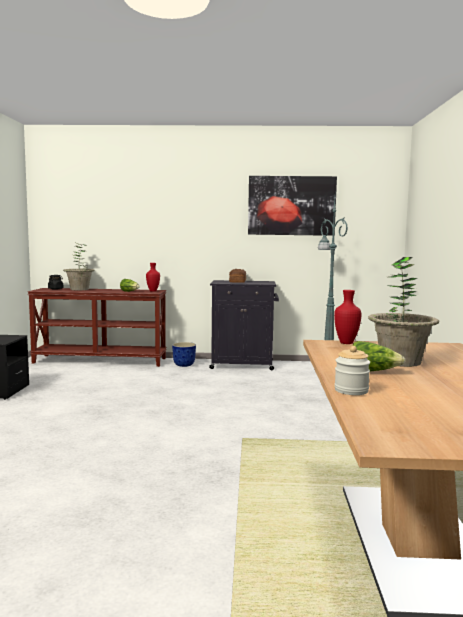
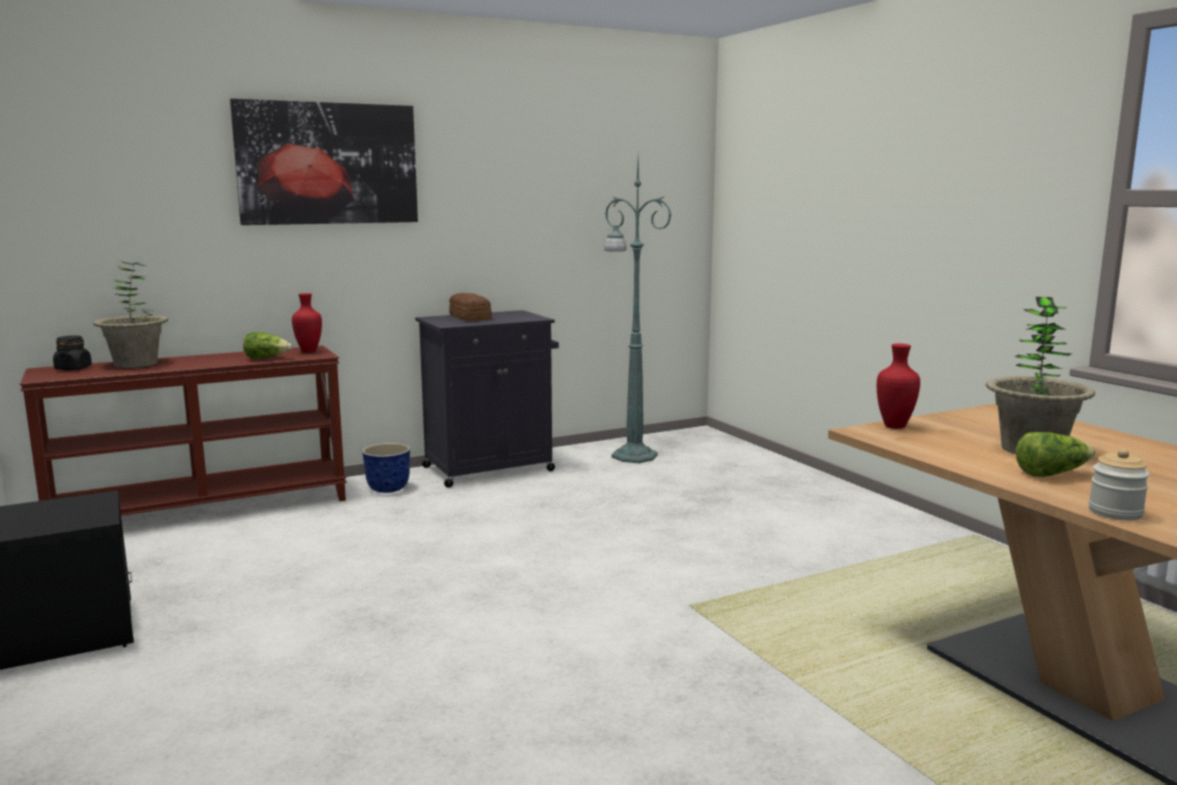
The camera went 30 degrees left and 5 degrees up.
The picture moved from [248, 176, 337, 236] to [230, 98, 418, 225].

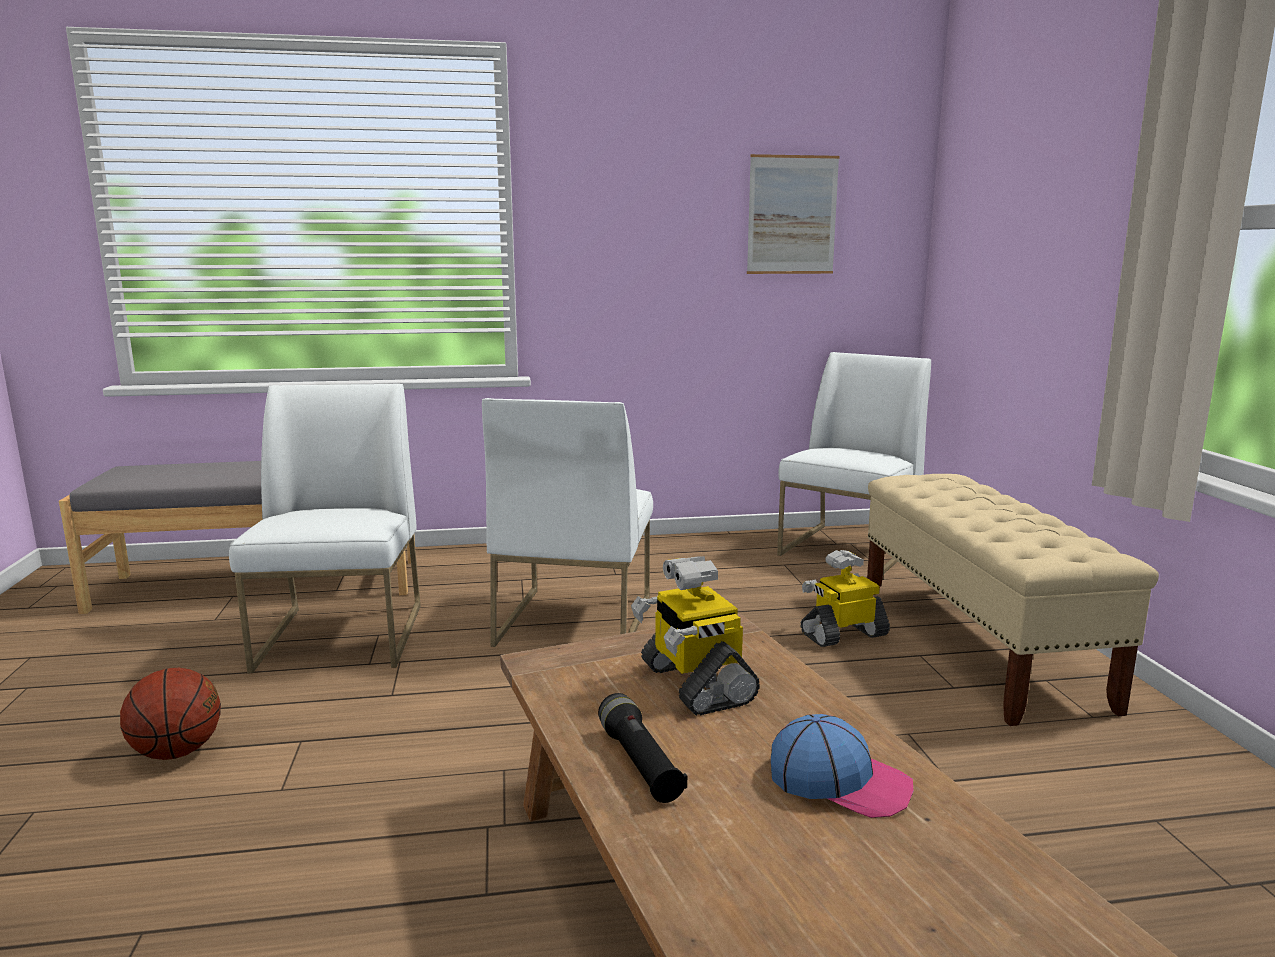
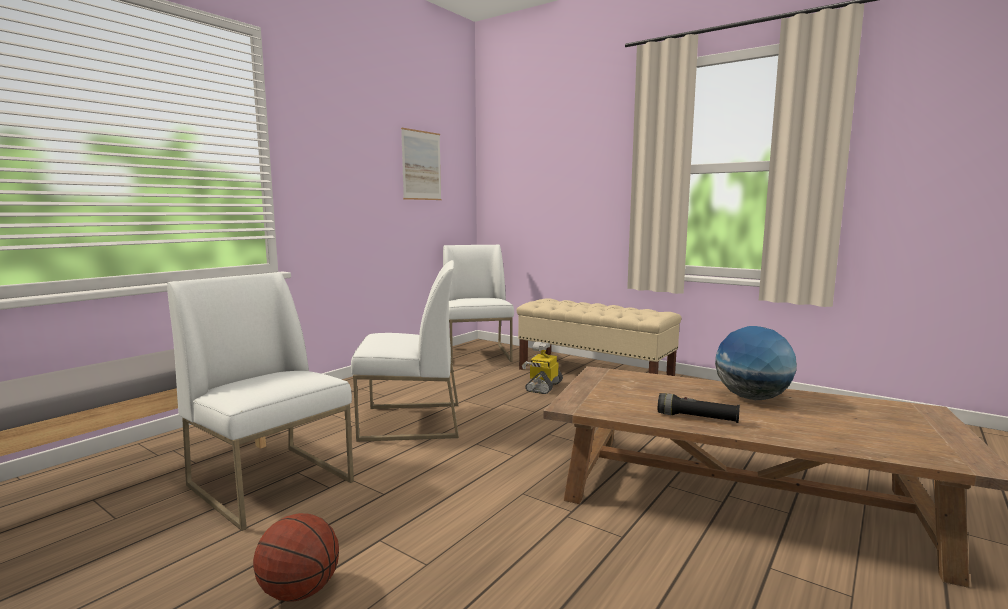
The camera went 45 degrees left and 5 degrees down.
The chair (white) at [482, 398, 653, 647] turned 60 degrees counterclockwise.
The cap at [771, 714, 914, 818] was replaced by the globe at [715, 326, 797, 400].
The toy robot at [631, 556, 760, 716] disappeared.

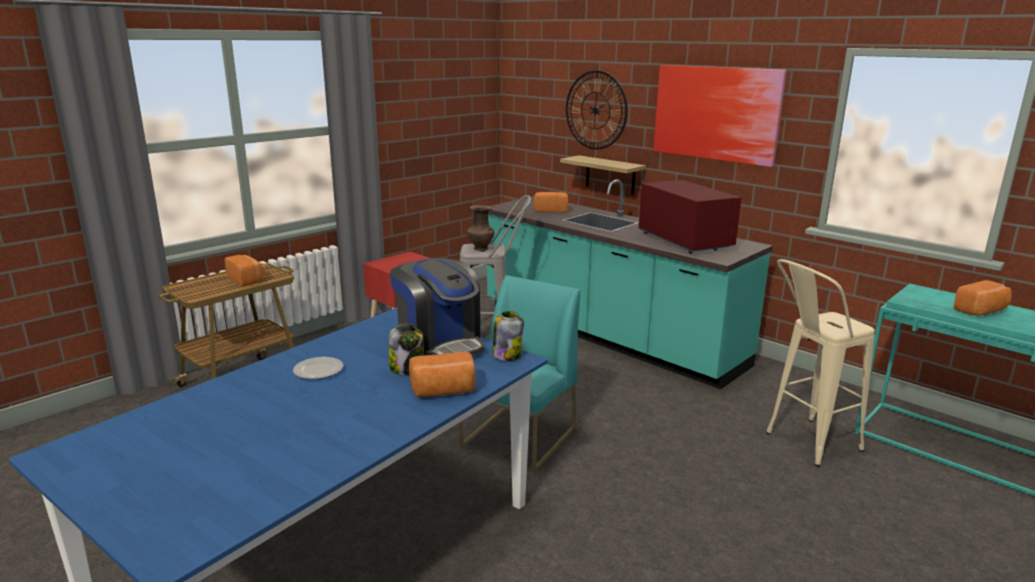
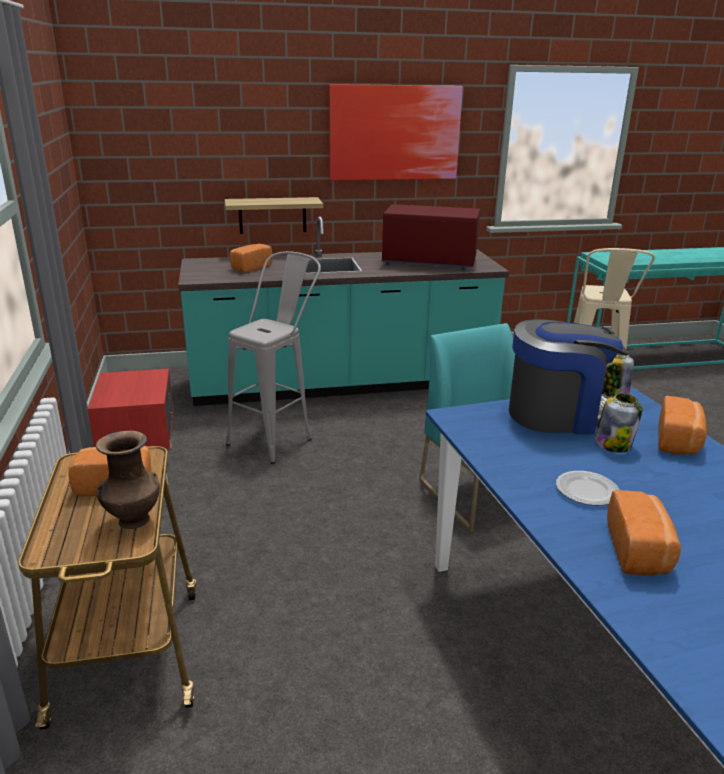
The camera went 55 degrees left and 5 degrees up.
The vase (brown) moved from [467, 205, 494, 251] to [96, 431, 160, 529].
The bread moved from [954, 280, 1012, 316] to [607, 490, 681, 576].
The wall clock at [566, 71, 628, 150] disappeared.

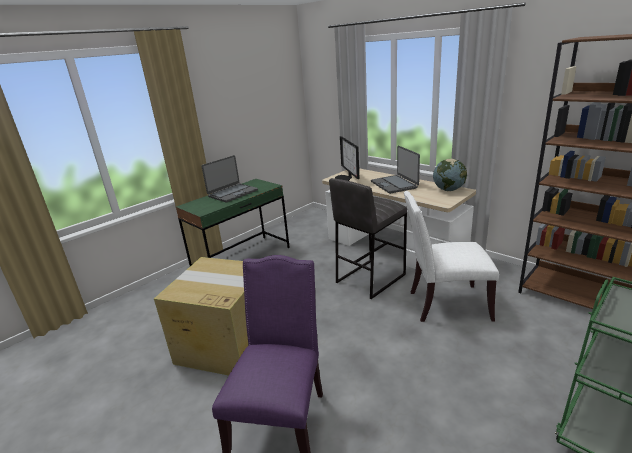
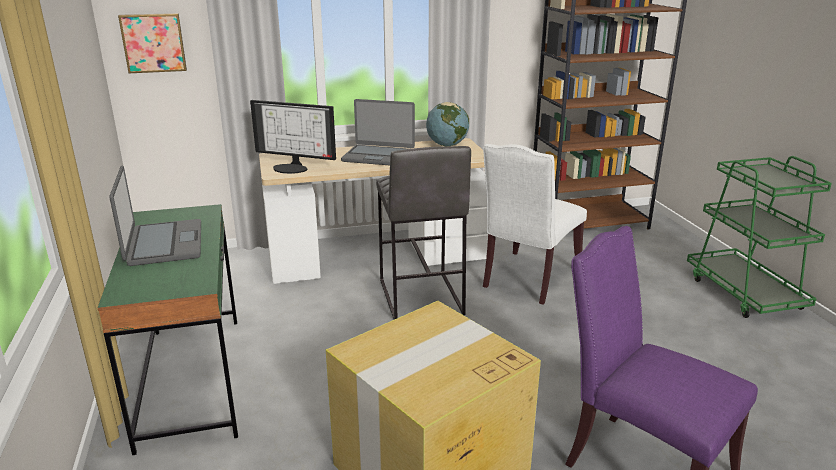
The camera went 60 degrees left and 0 degrees up.
The picture at [118, 13, 187, 73] appeared.

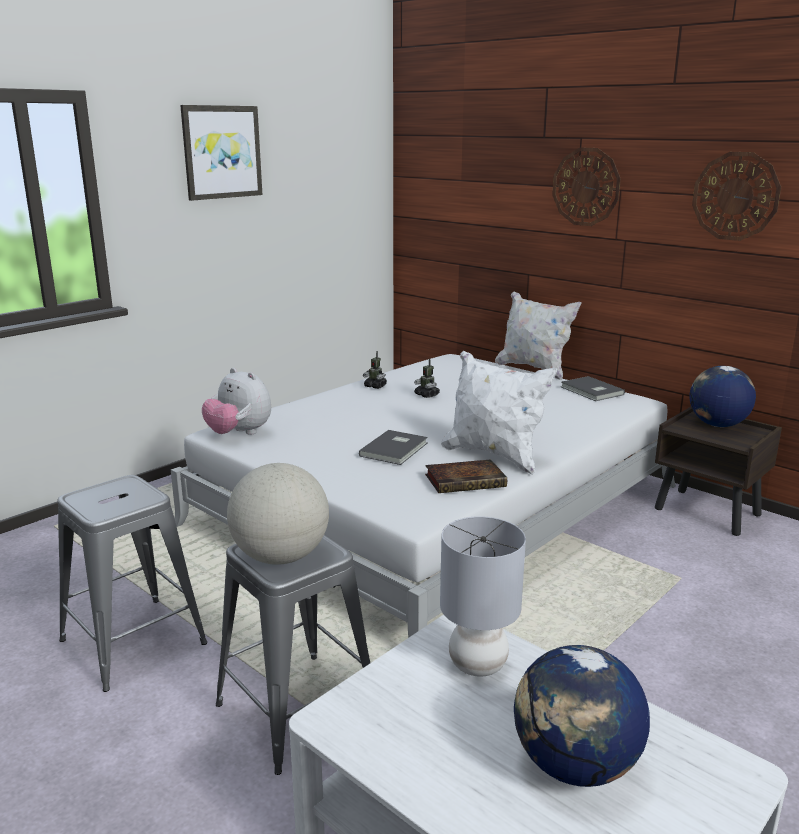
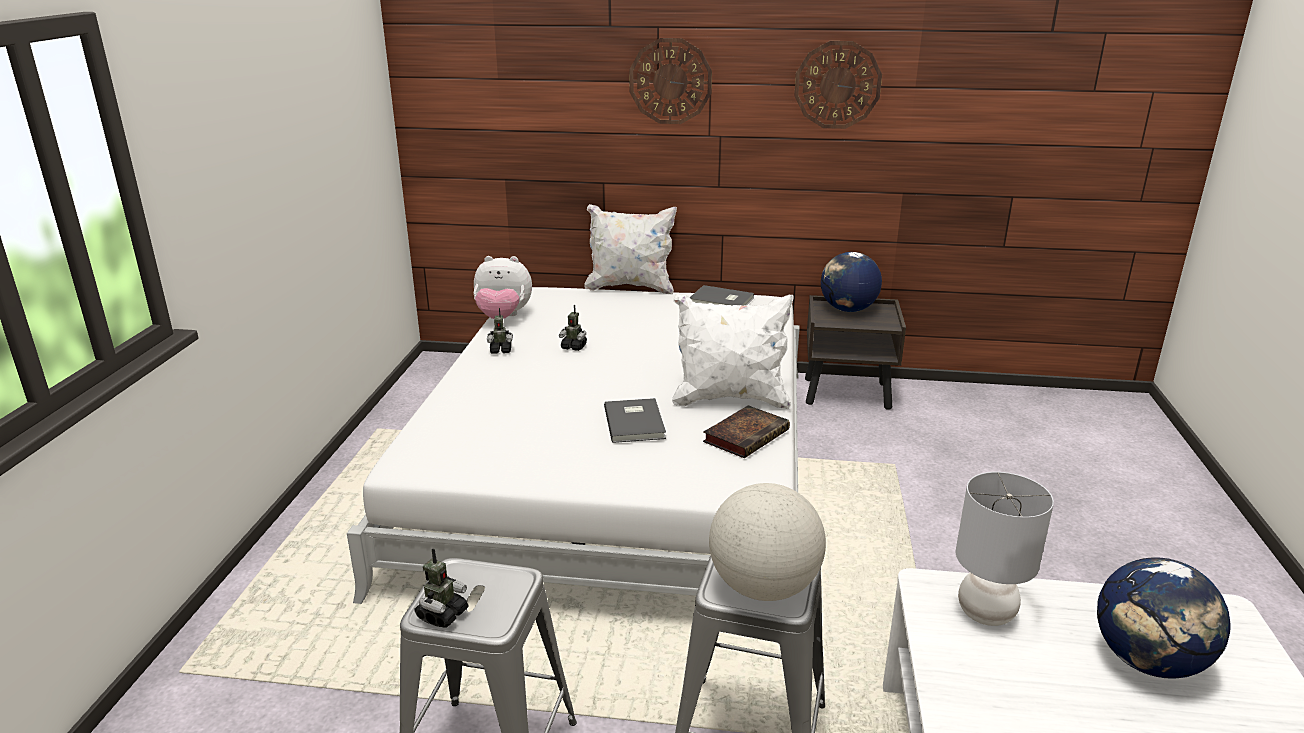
The camera went 35 degrees left and 5 degrees up.
The toy robot at [414, 548, 468, 628] appeared.
The plush toy moved from [202, 368, 271, 435] to [473, 256, 532, 319].
The picture at [180, 105, 262, 201] disappeared.

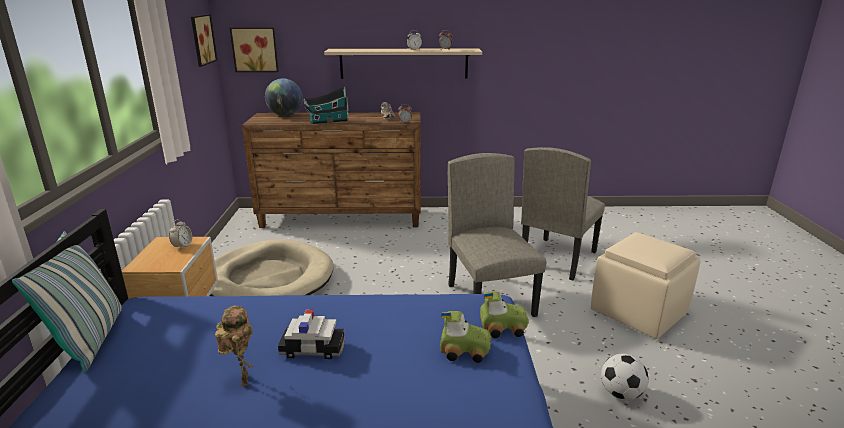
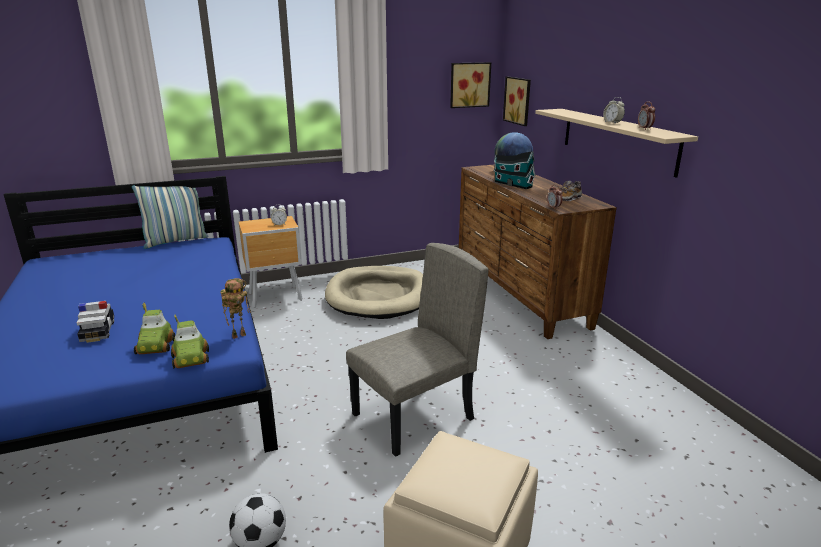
The camera went 70 degrees right and 0 degrees up.
The toy car moved from [278, 309, 345, 359] to [77, 301, 114, 343].
The toy robot moved from [215, 305, 254, 386] to [220, 278, 251, 339].
The chair (beige) at [521, 147, 605, 281] disappeared.

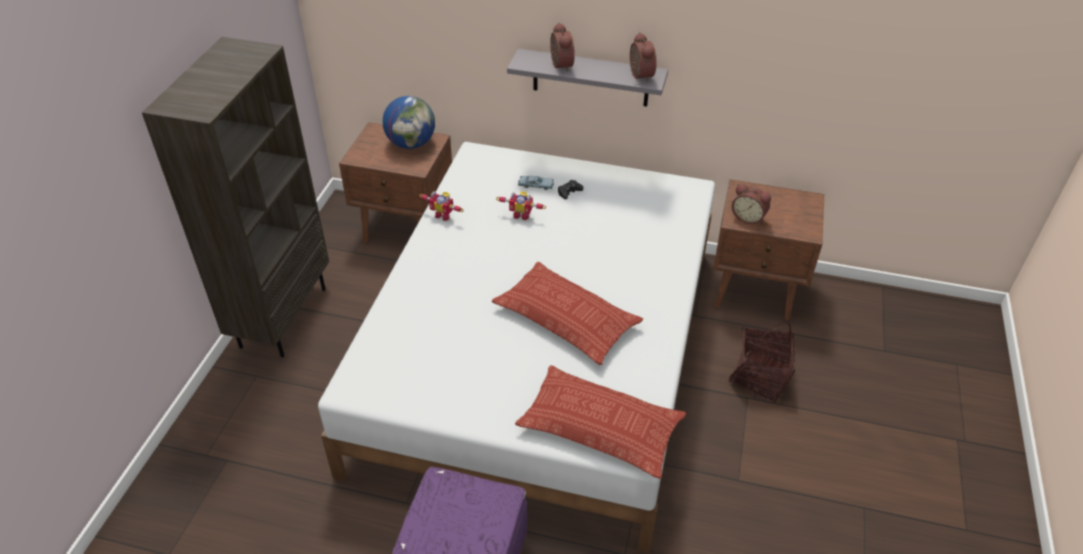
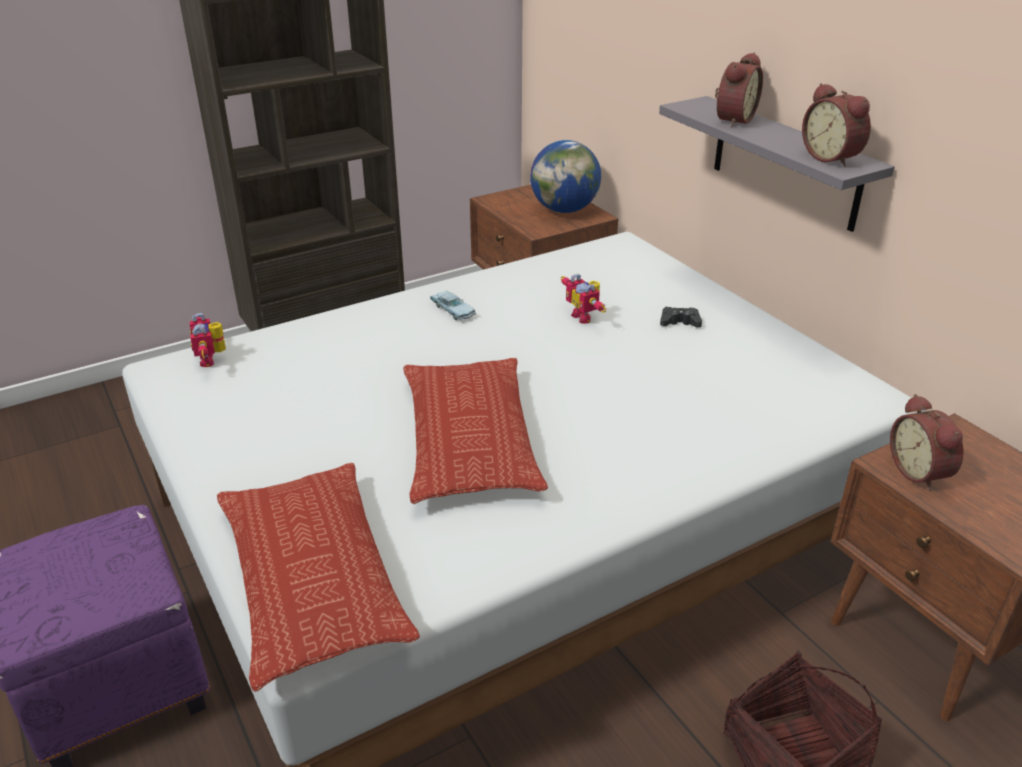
The camera went 45 degrees right and 10 degrees down.
The toy robot moved from [419, 191, 464, 221] to [189, 313, 226, 367].
The toy car (blue) moved from [518, 176, 554, 190] to [430, 291, 476, 320].
The alarm clock at [630, 32, 657, 83] turned 120 degrees clockwise.

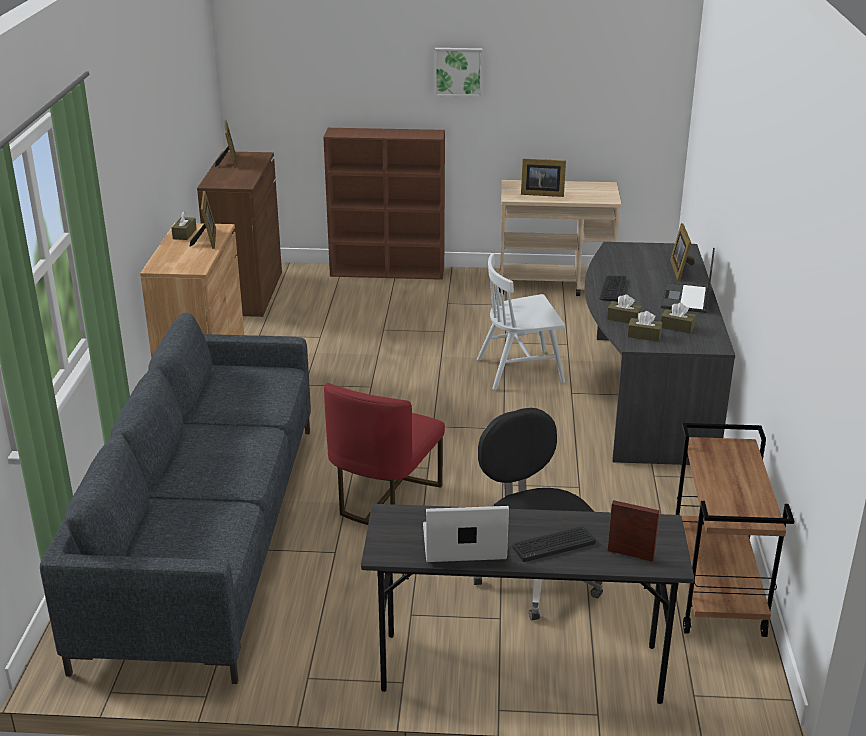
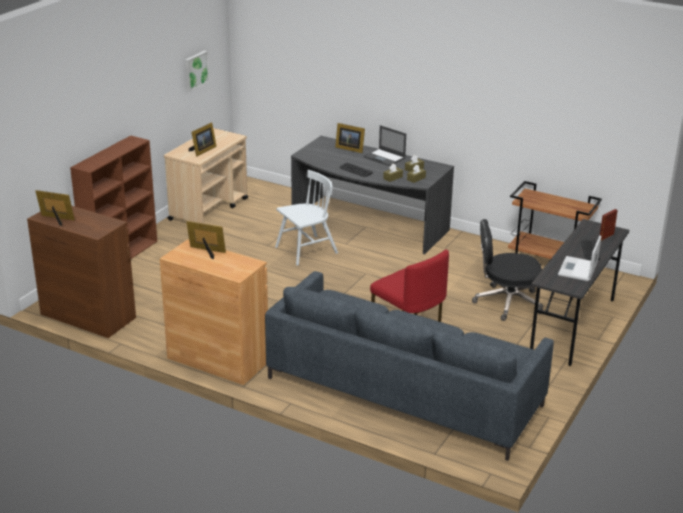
The camera went 65 degrees left and 0 degrees up.
The picture moved from [435, 48, 482, 97] to [185, 51, 209, 92].
The chair (white) at [477, 253, 565, 390] turned 135 degrees counterclockwise.
The tissue box (brown) at [171, 211, 197, 240] disappeared.

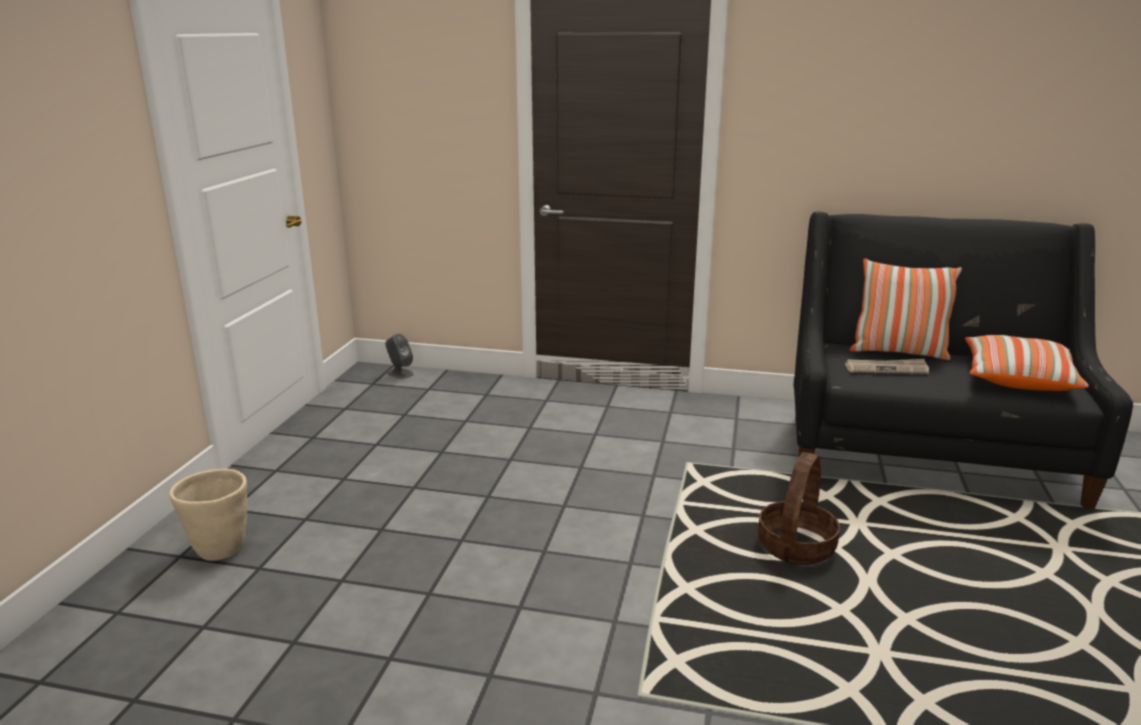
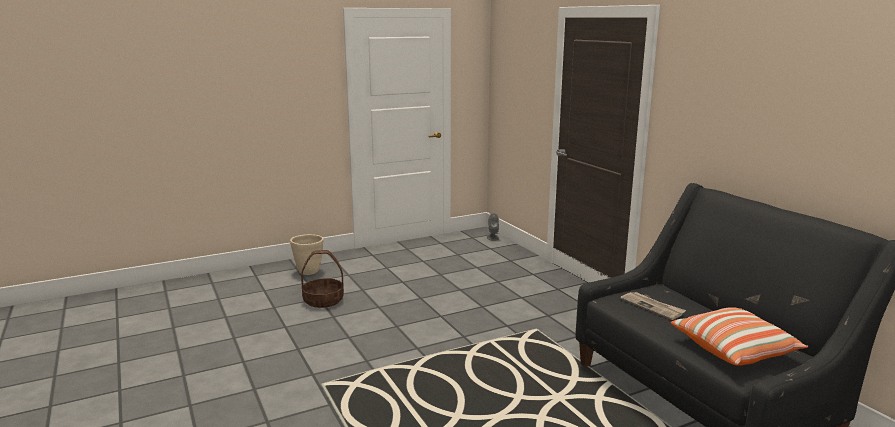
The camera went 50 degrees right and 5 degrees down.
The basket moved from [758, 452, 840, 565] to [301, 250, 344, 308].
The pillow at [850, 258, 962, 360] disappeared.

